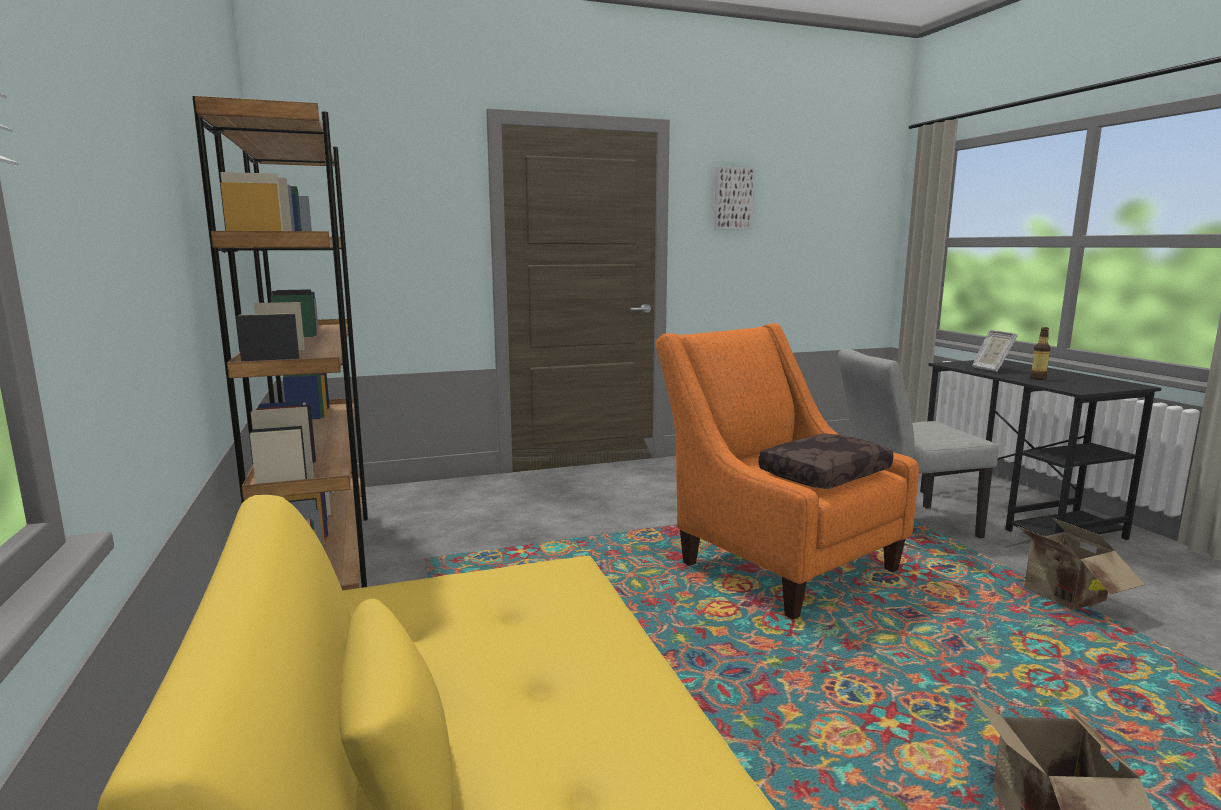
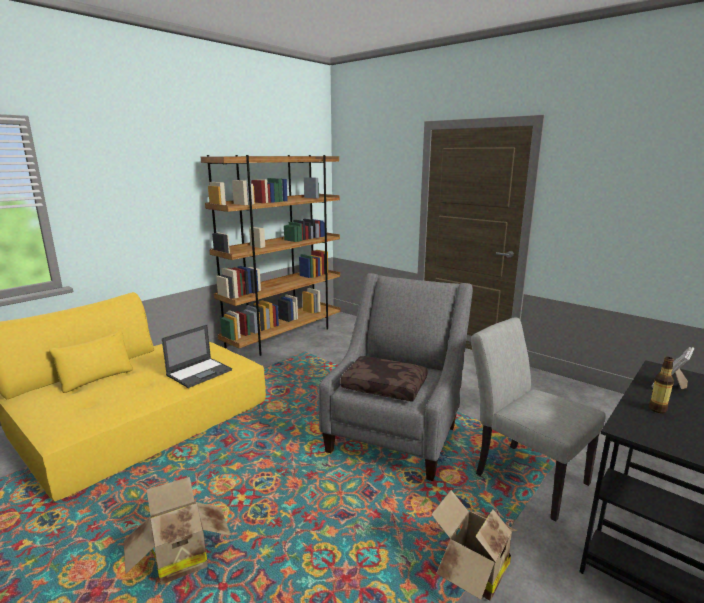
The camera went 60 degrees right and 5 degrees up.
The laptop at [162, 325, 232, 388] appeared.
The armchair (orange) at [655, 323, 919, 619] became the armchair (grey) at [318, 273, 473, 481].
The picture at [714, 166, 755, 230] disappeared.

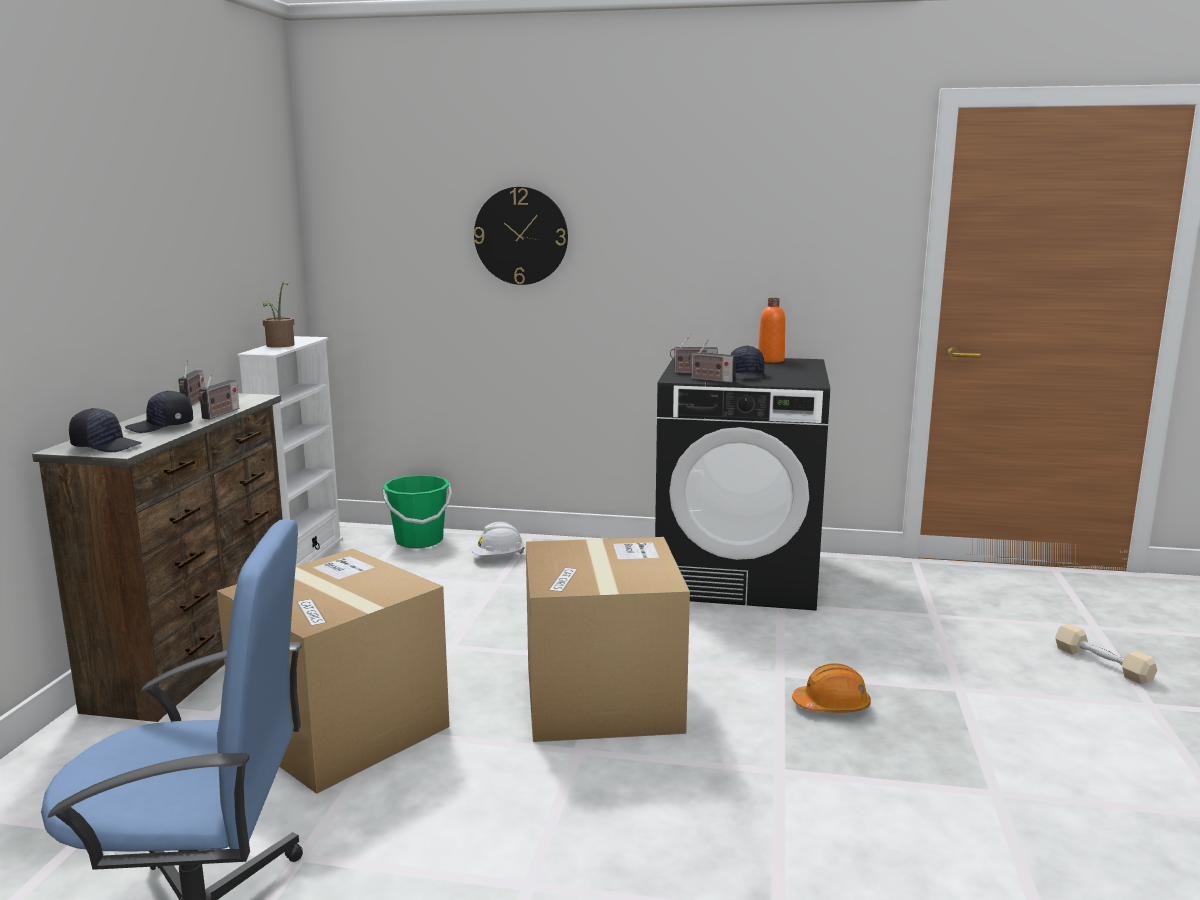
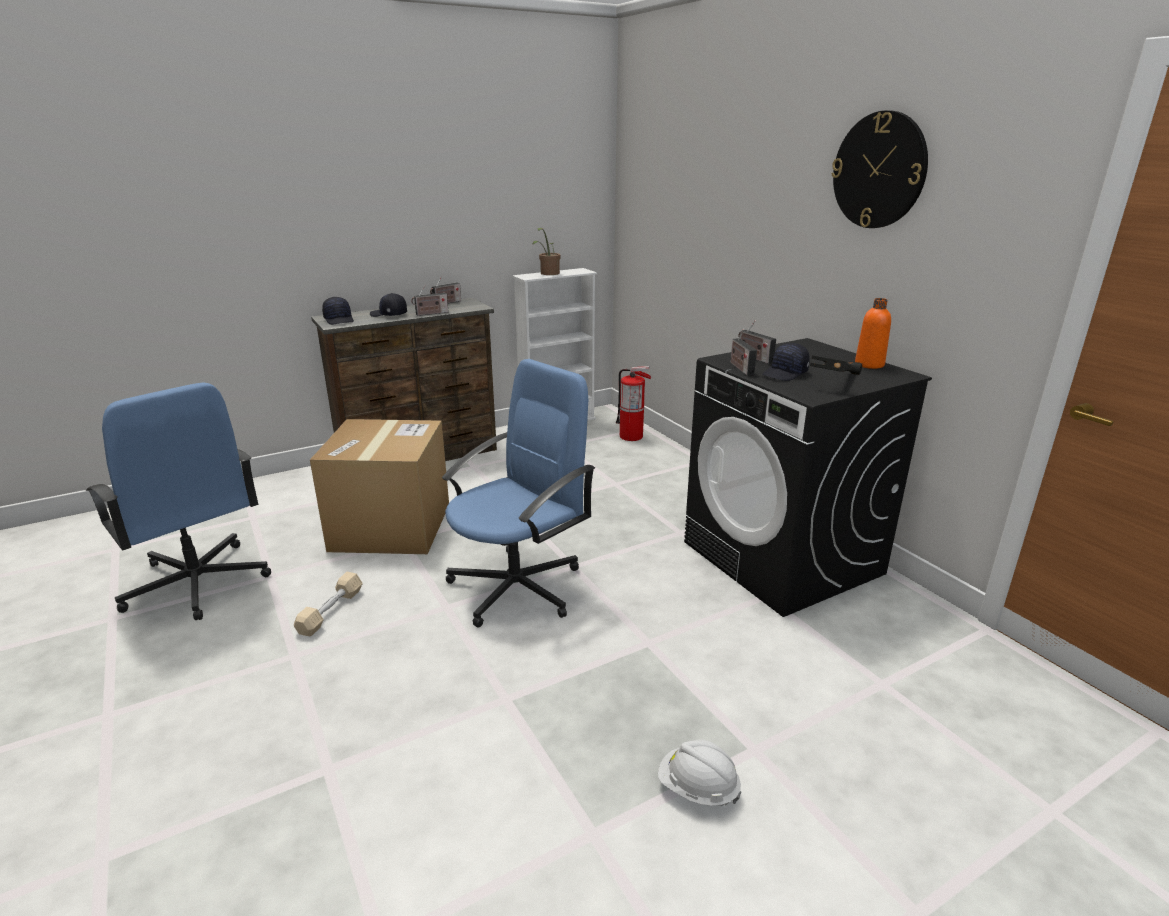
The camera went 50 degrees right and 10 degrees up.
The dumbbell (beige) moved from [1055, 623, 1157, 684] to [294, 572, 363, 636].
The cardboard box at [526, 537, 690, 742] was replaced by the office chair (blue) at [442, 359, 595, 627].
The bucket (green) at [383, 475, 452, 548] was replaced by the fire extinguisher at [616, 366, 651, 441].
The hard hat (white) moved from [471, 522, 525, 556] to [658, 739, 742, 806].
The hammer at [810, 355, 862, 375] appeared.
The wall clock moved from [474, 187, 568, 285] to [831, 110, 928, 228].
The hard hat (orange) at [792, 663, 871, 713] disappeared.

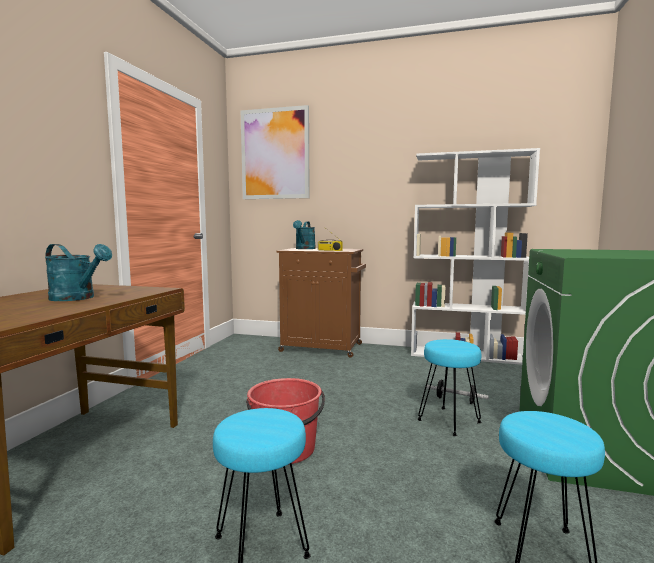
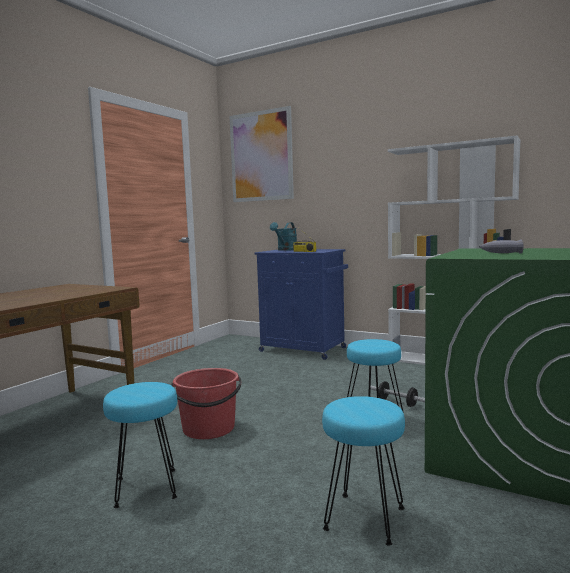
The camera went 15 degrees right and 0 degrees up.
The cabinet (brown) at [276, 248, 366, 358] became the cabinet (blue) at [254, 249, 348, 360].
The hammer at [479, 239, 523, 254] appeared.
The watering can (turquoise) at [45, 244, 112, 301] disappeared.

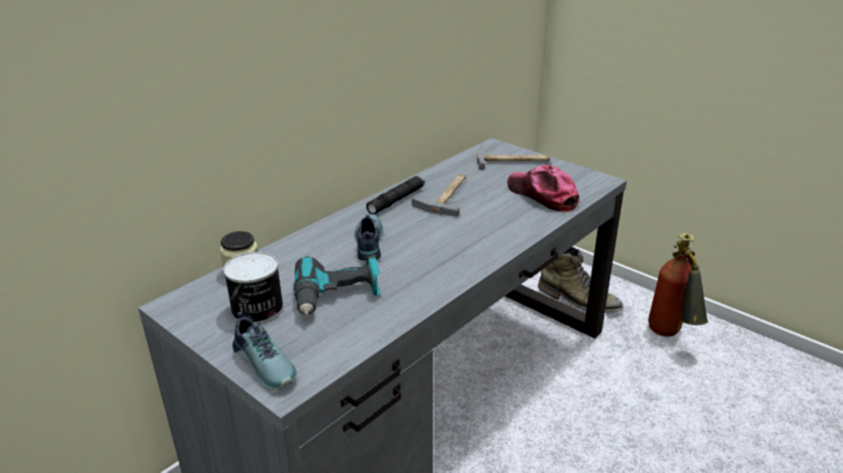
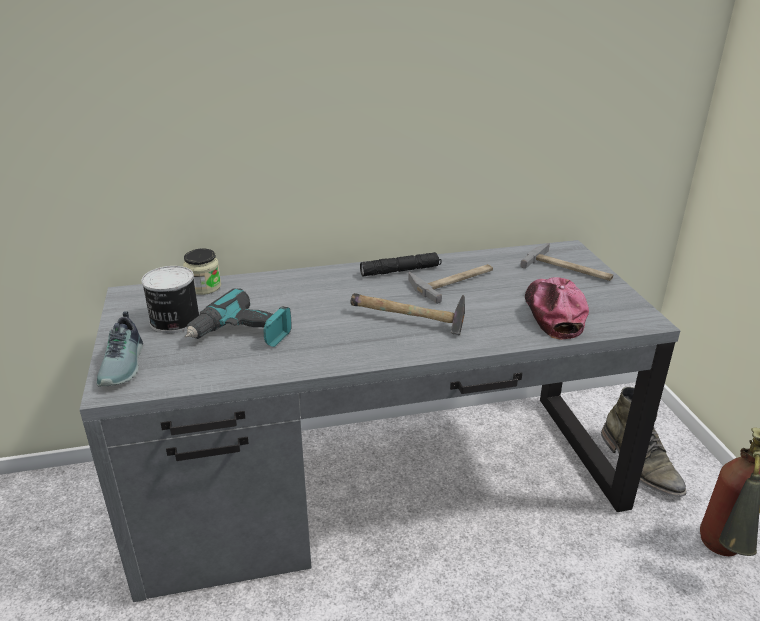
The camera went 35 degrees right and 0 degrees up.
The hammer at [350, 293, 465, 335] appeared.
The shoe at [354, 214, 383, 260] disappeared.

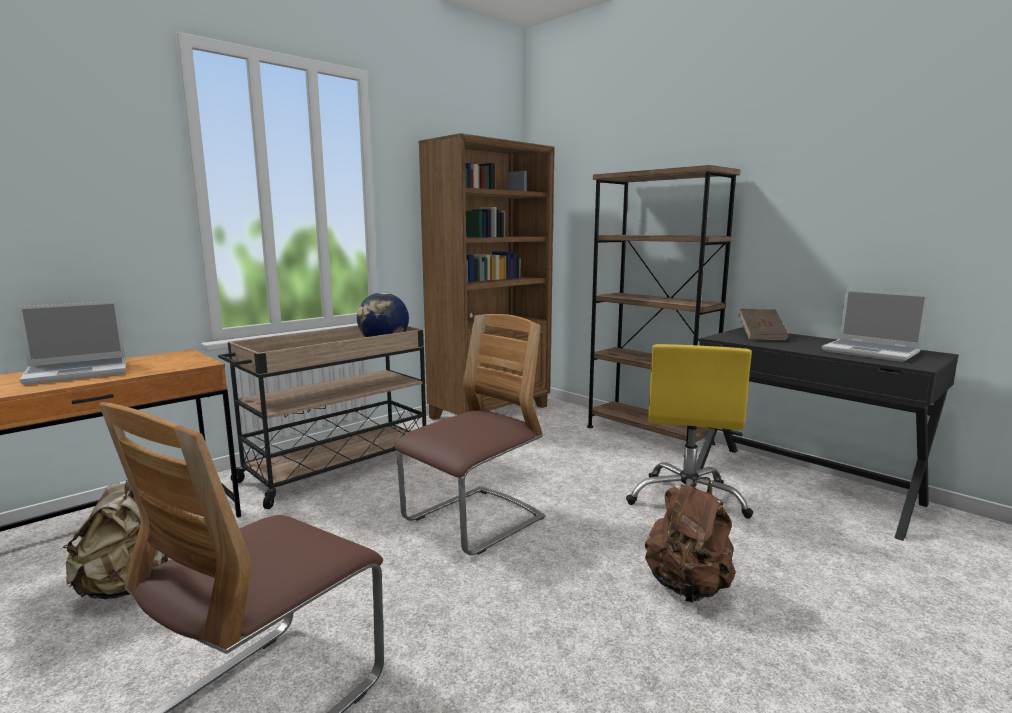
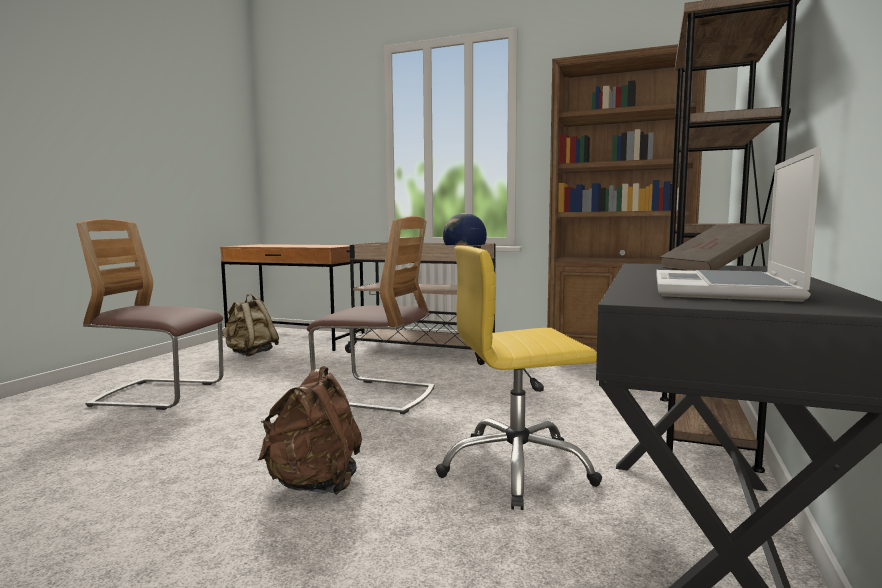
The camera went 65 degrees right and 5 degrees down.
The laptop at [17, 301, 126, 385] disappeared.

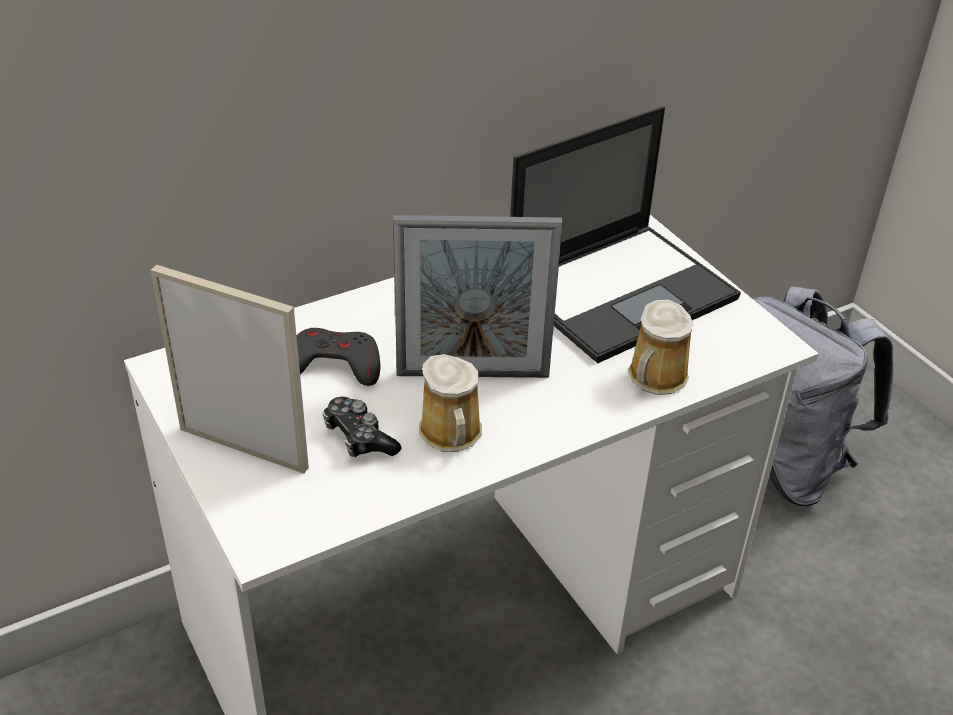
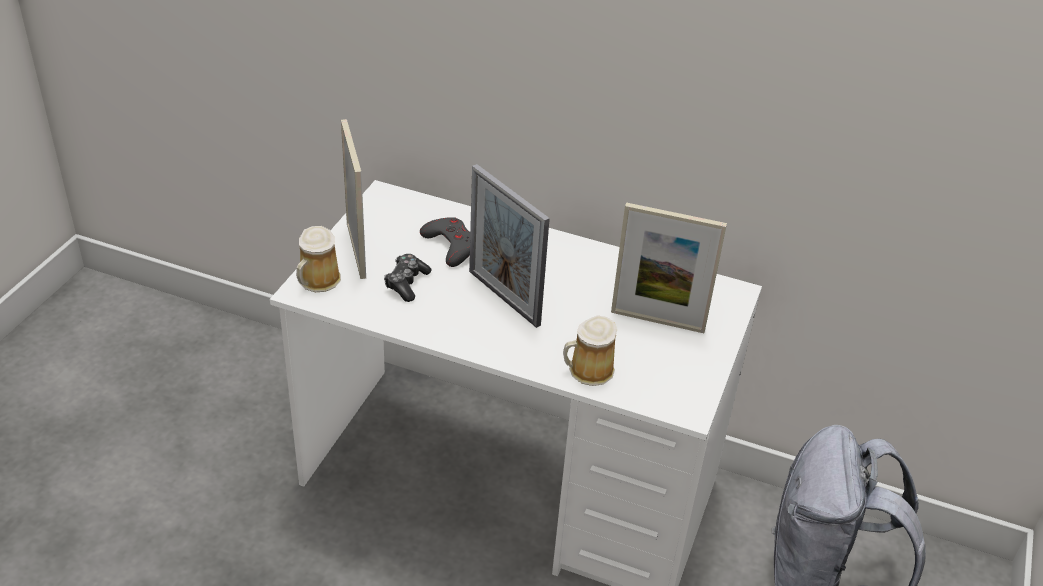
The camera went 50 degrees right and 0 degrees up.
The mug moved from [419, 354, 482, 452] to [296, 226, 341, 292].
The laptop at [510, 106, 741, 363] was replaced by the picture frame at [611, 202, 727, 333].

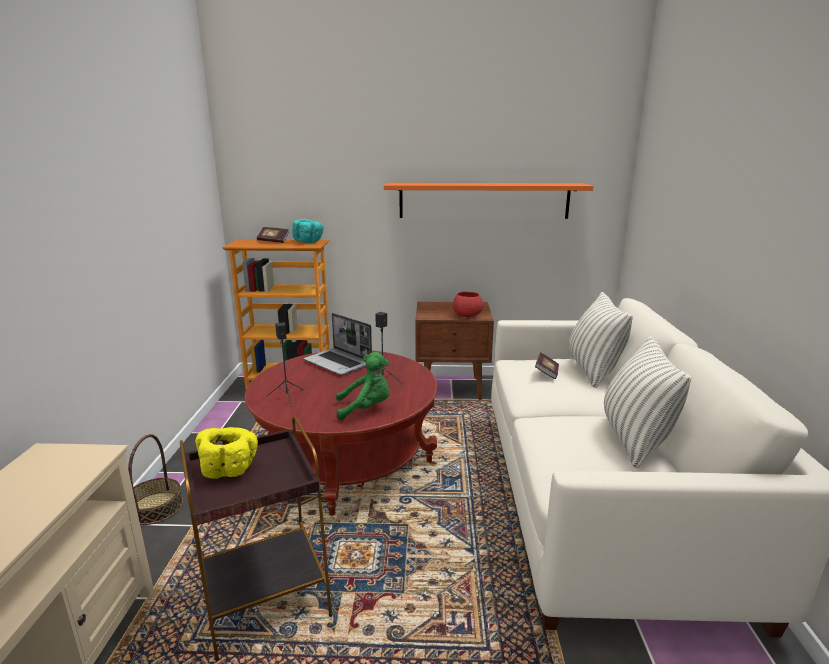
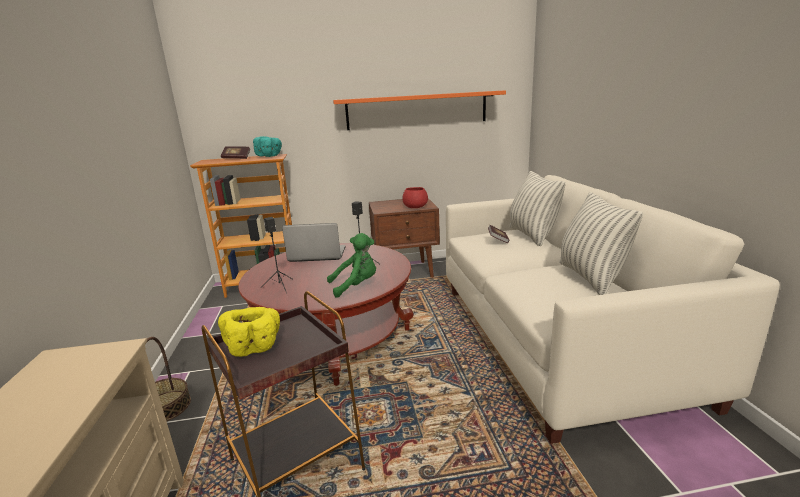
The camera went 10 degrees left and 0 degrees up.
The laptop at [304, 313, 372, 375] turned 150 degrees clockwise.

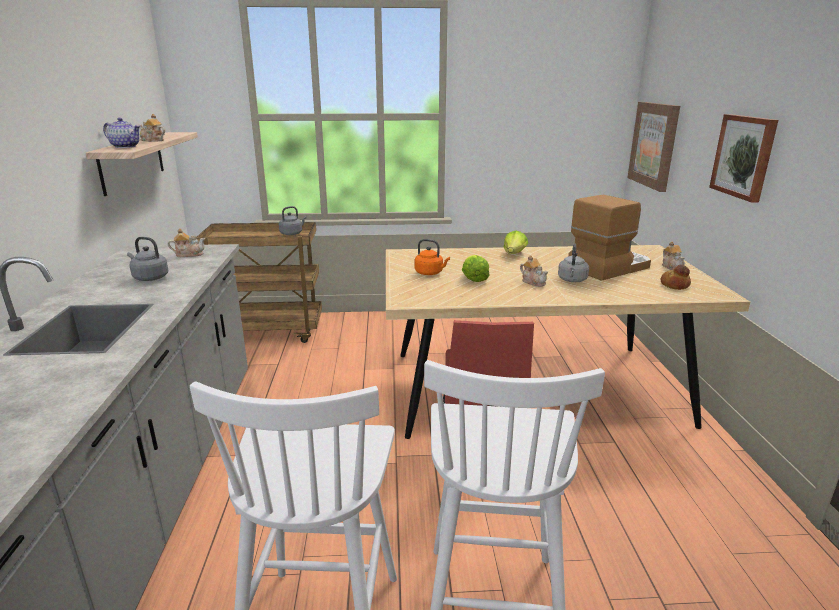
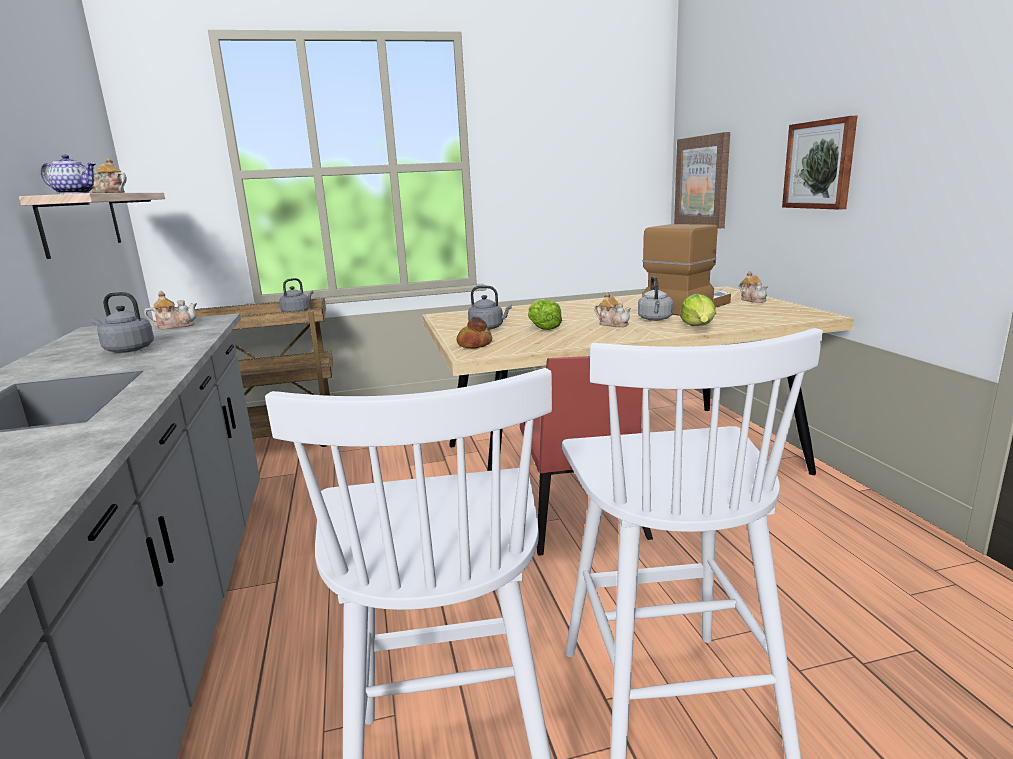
The camera went 10 degrees left and 5 degrees down.
The bread moved from [660, 264, 691, 290] to [457, 317, 492, 348].
The kettle (orange) at [414, 239, 450, 275] became the kettle (grey) at [468, 286, 512, 330].
The lettuce moved from [504, 230, 528, 254] to [680, 294, 716, 326].

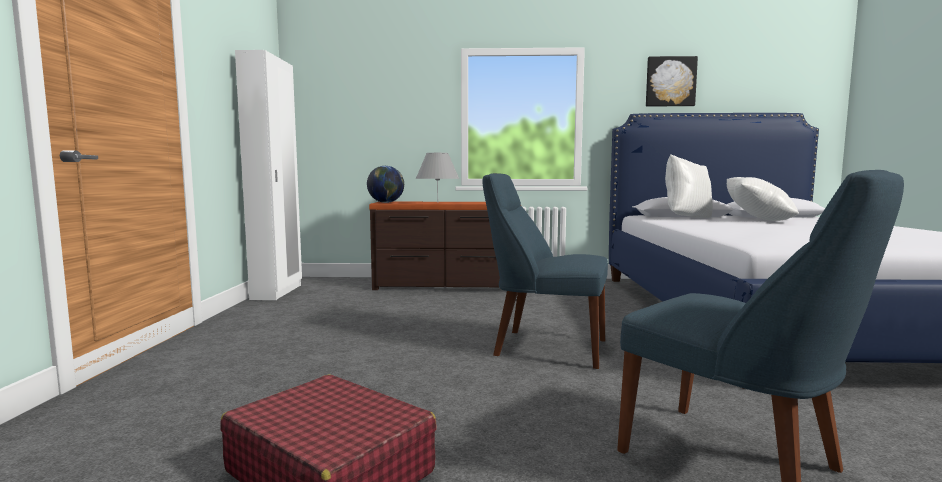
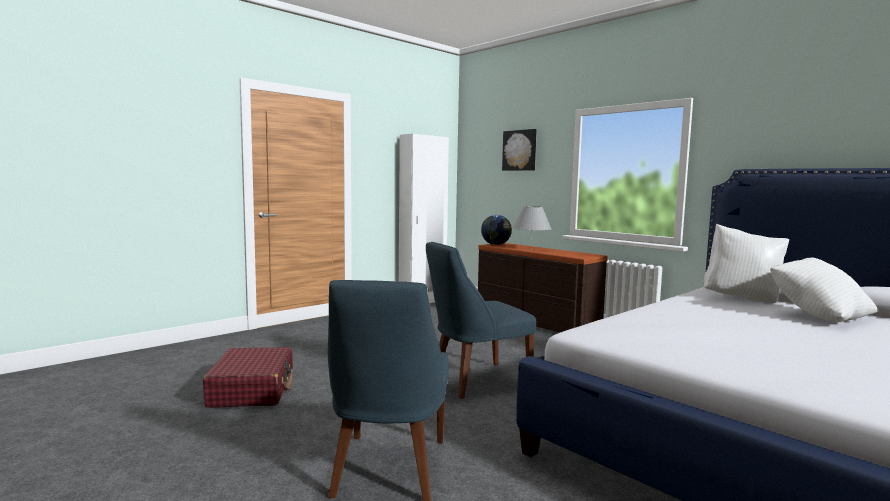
The camera went 45 degrees right and 0 degrees up.
The chair (blue) at [482, 173, 608, 369] turned 90 degrees counterclockwise.
The picture moved from [646, 56, 698, 106] to [502, 129, 537, 171].

